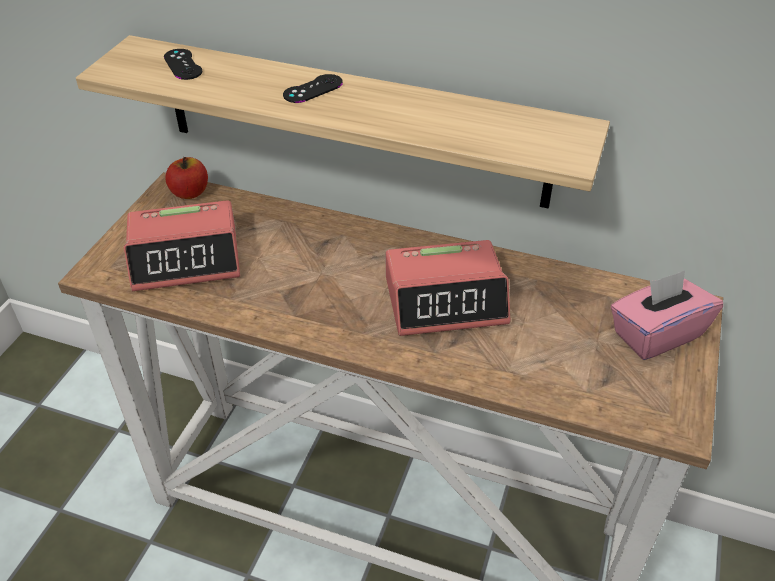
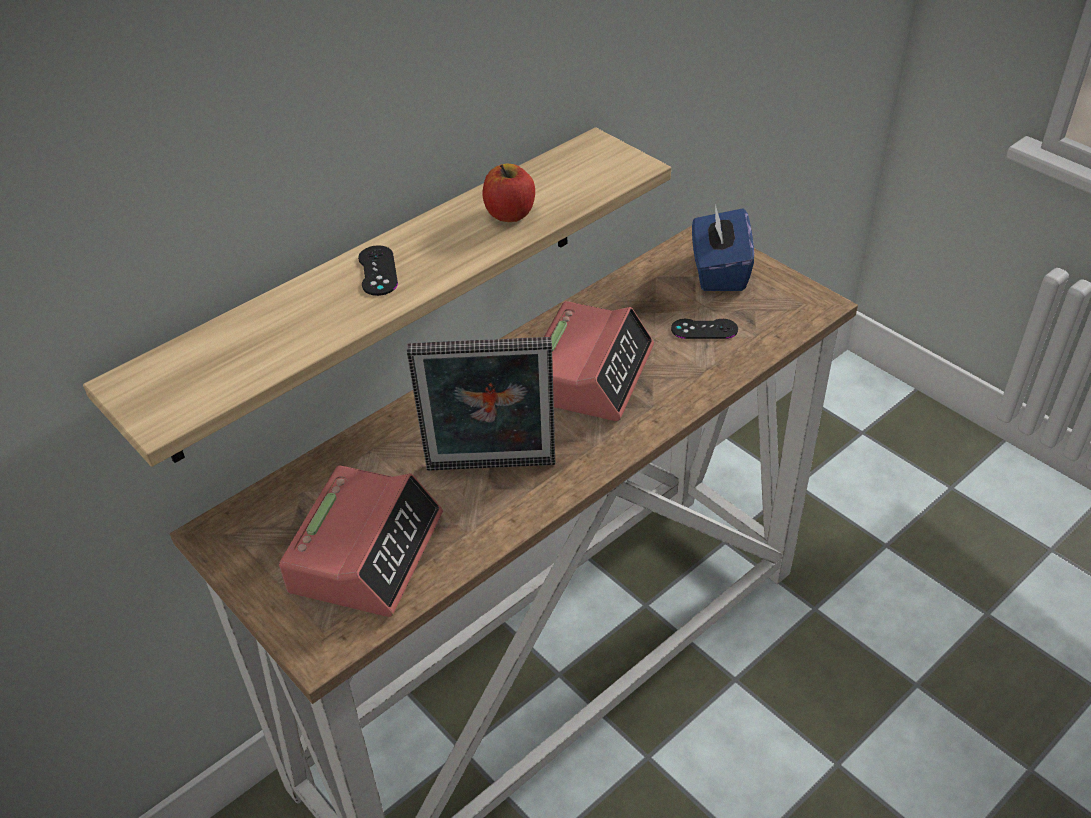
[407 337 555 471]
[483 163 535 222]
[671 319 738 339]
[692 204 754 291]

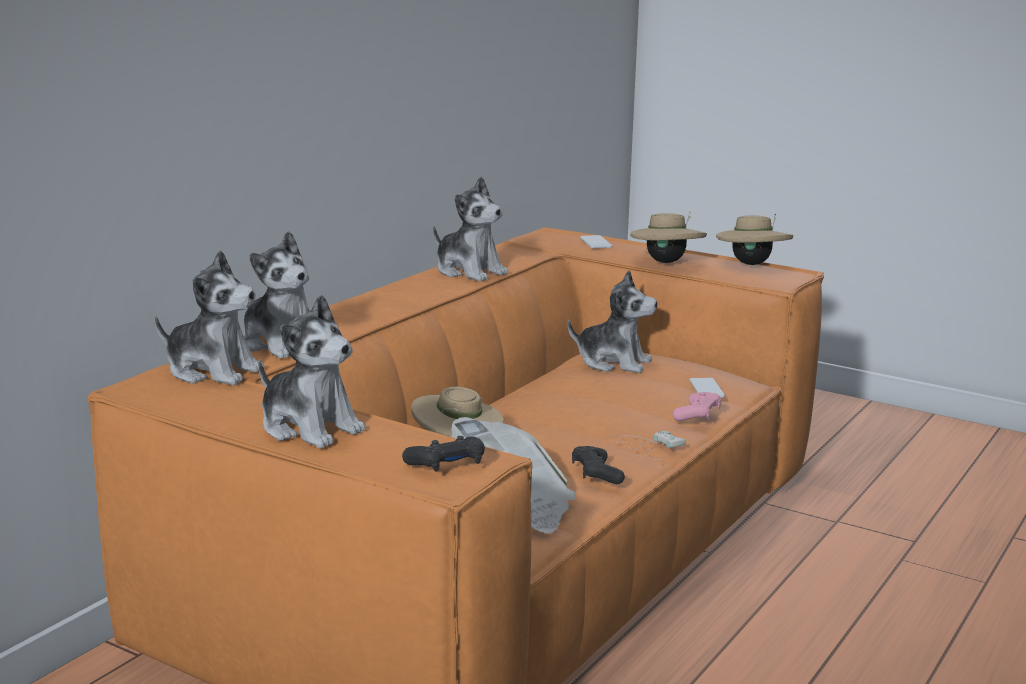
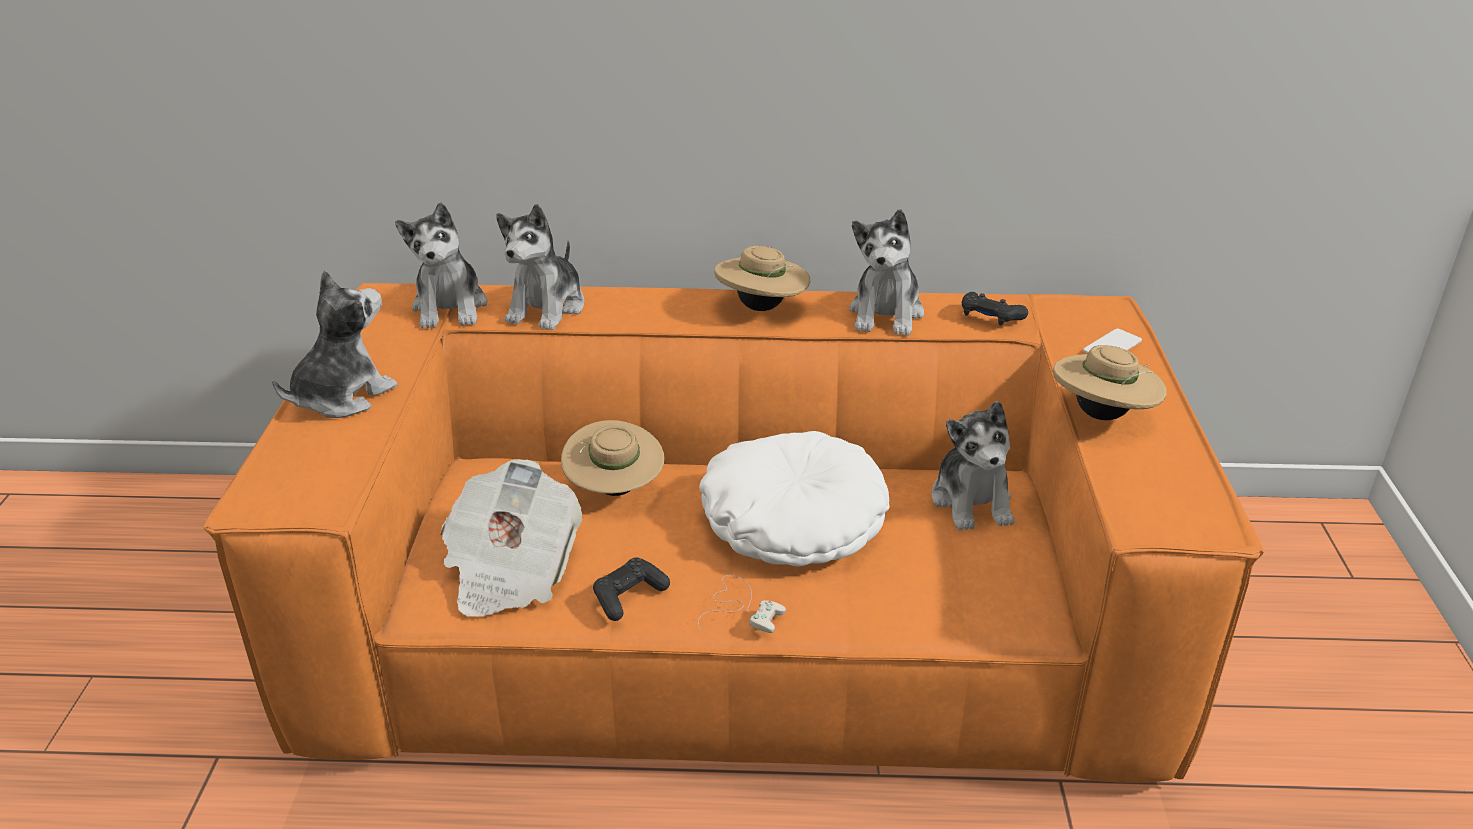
[272 270 397 418]
[699 431 890 566]
[714 246 810 311]
[962 292 1028 326]
[672 392 721 421] (first image)
[690 378 725 397] (first image)

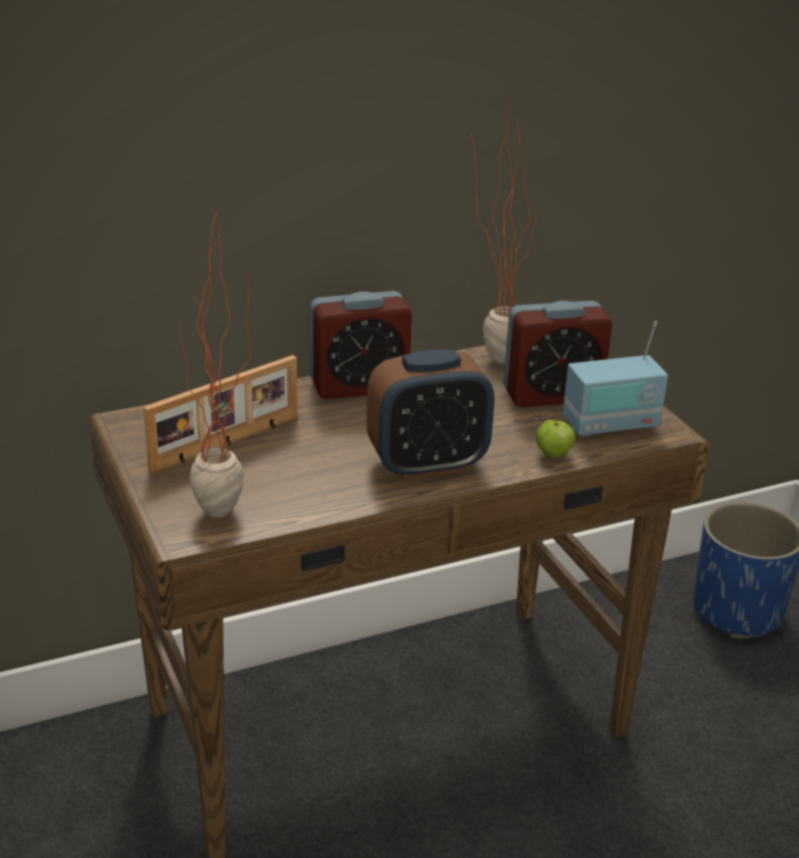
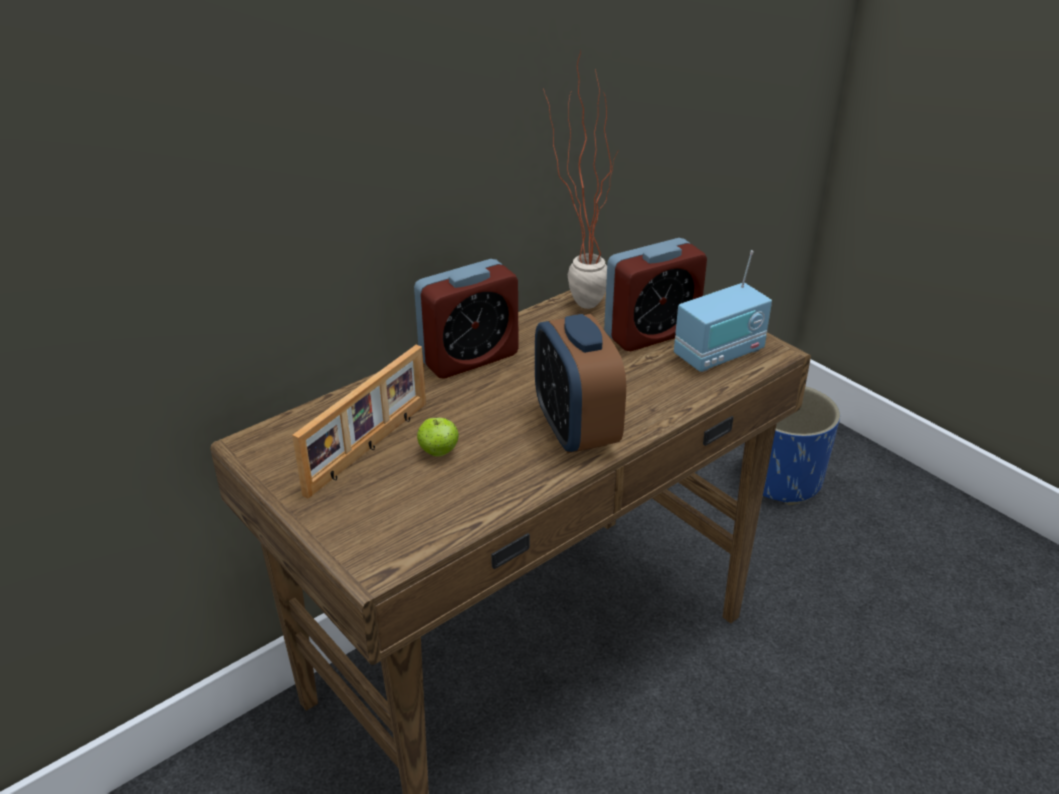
[417 417 459 456]
[535 314 626 453]
[180 208 251 517] (first image)

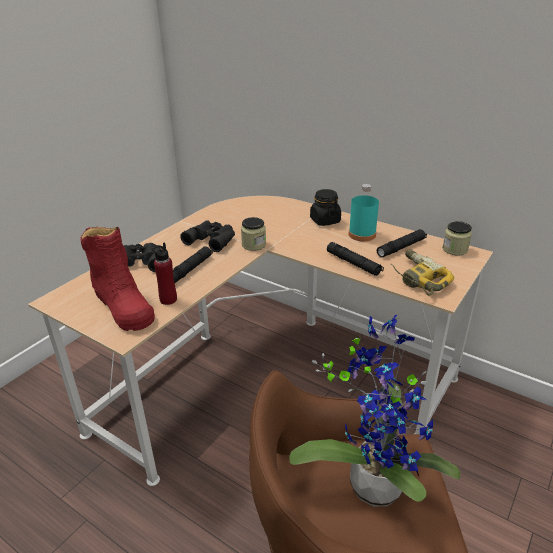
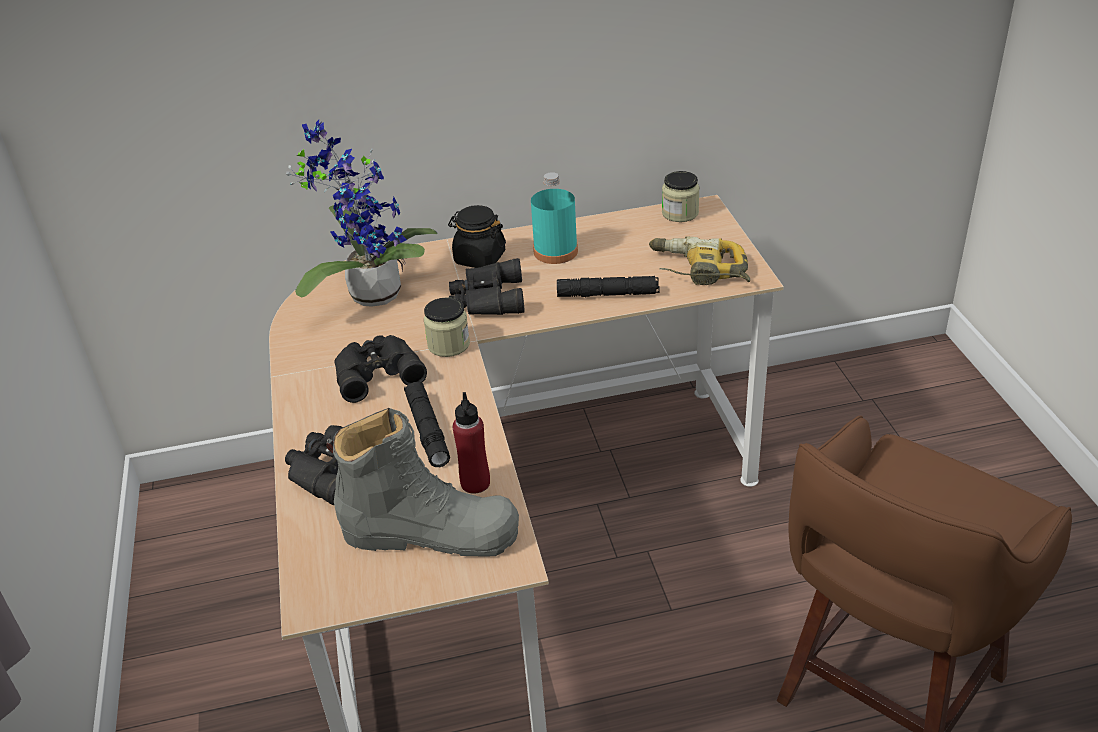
[286 120 438 307]
[326 408 519 557]
[449 258 525 315]
[377 229 427 258] (first image)

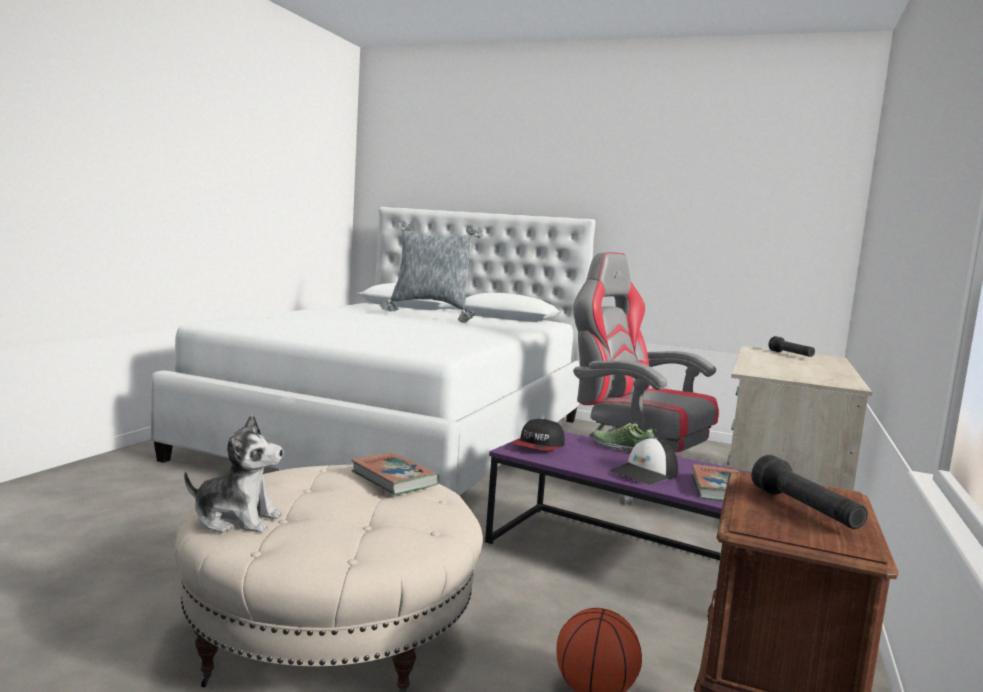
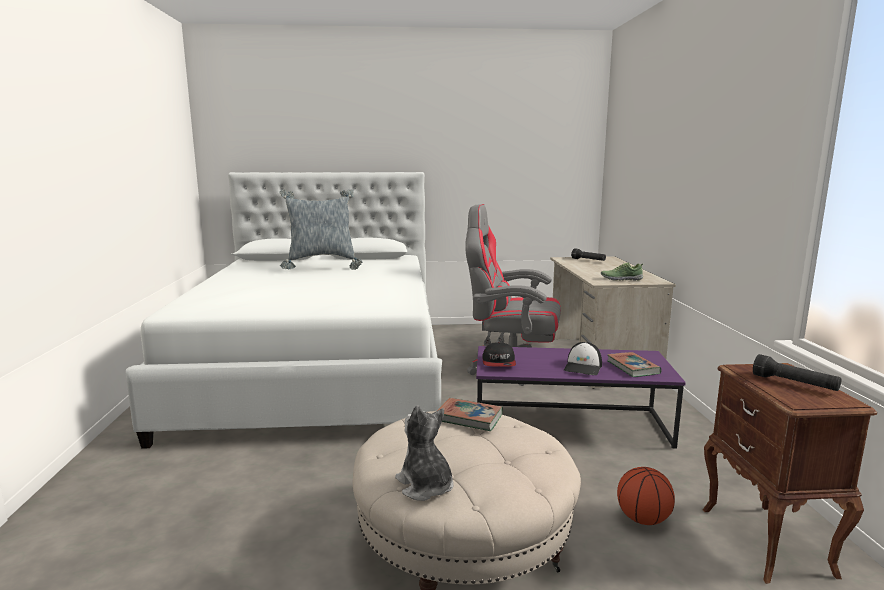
[395 405 454 501]
[601 262 643 281]

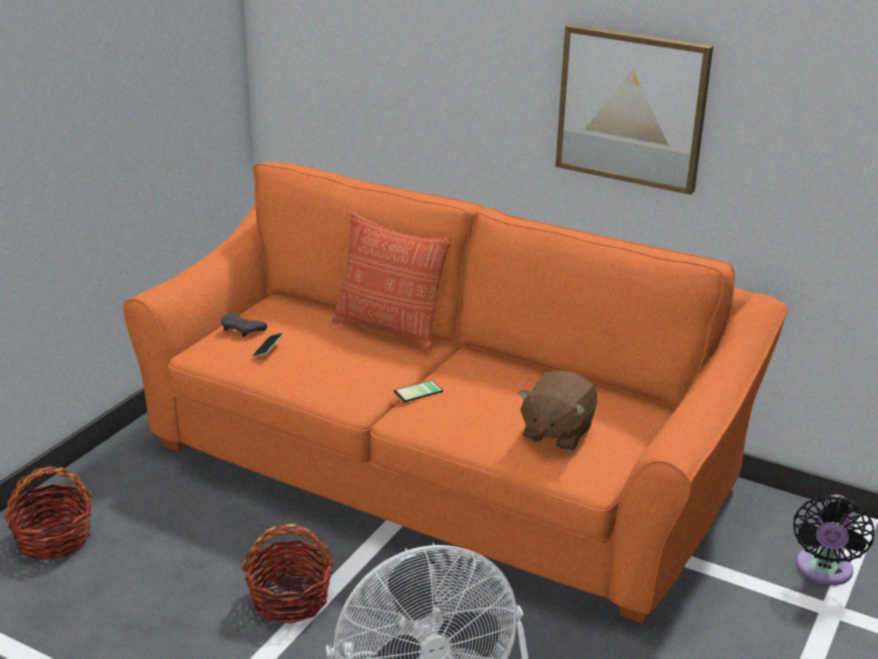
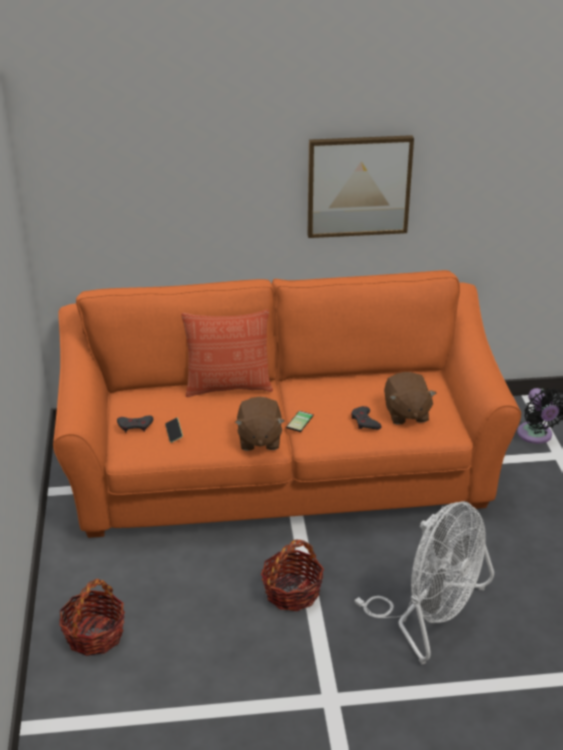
[235 397 284 451]
[351 406 382 430]

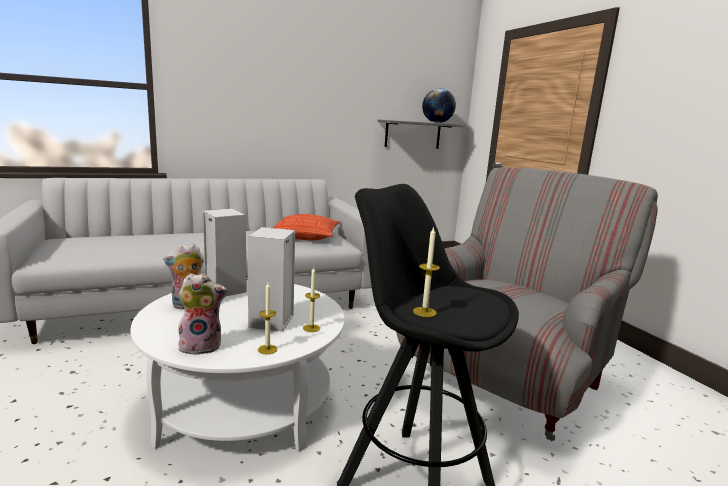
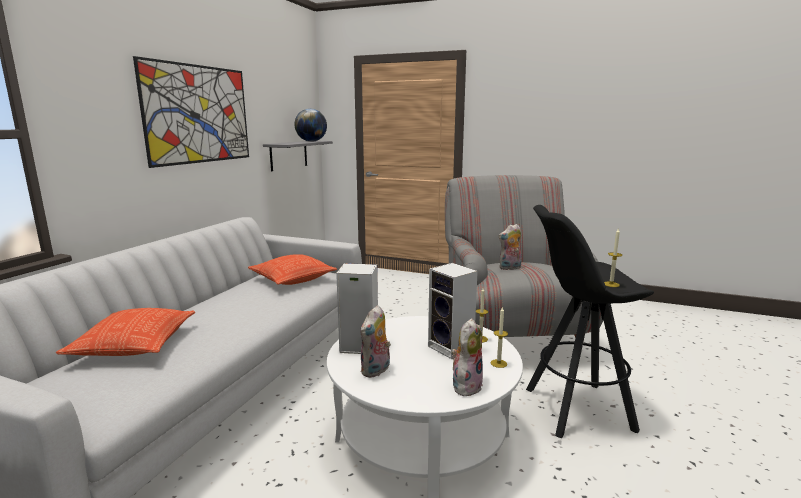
[56 308 195 356]
[133 56 249 168]
[498 224 522 270]

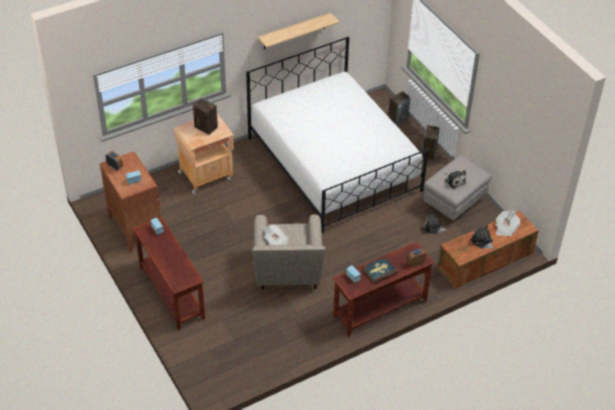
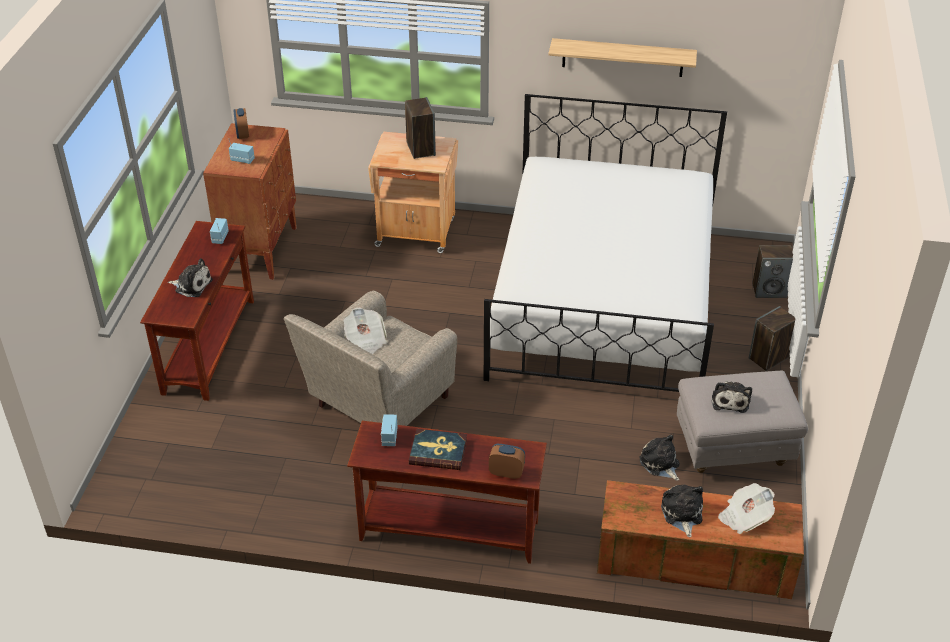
[168 258 213 297]

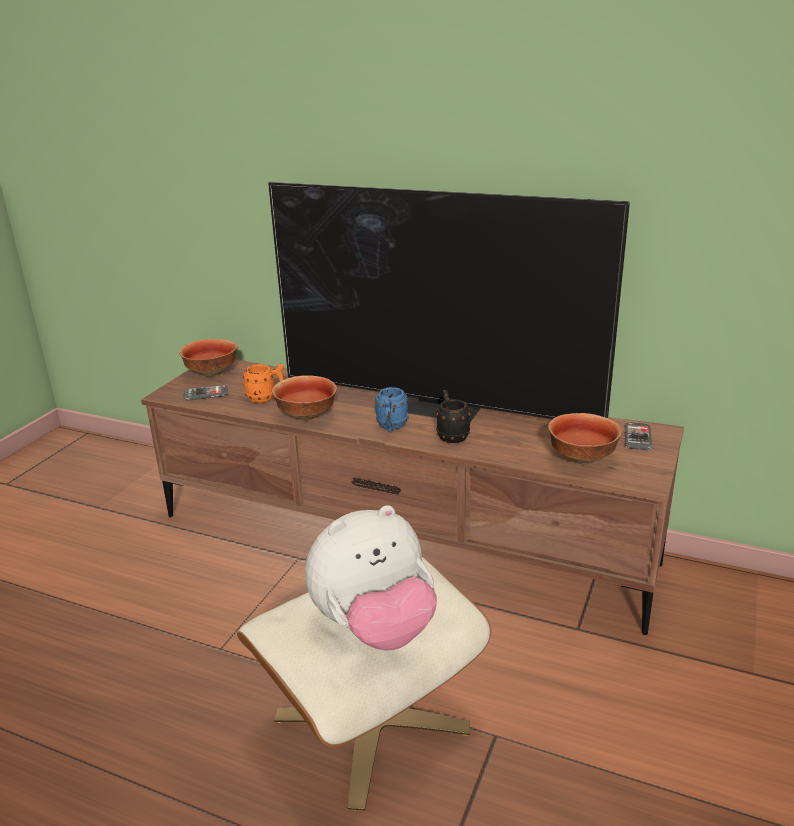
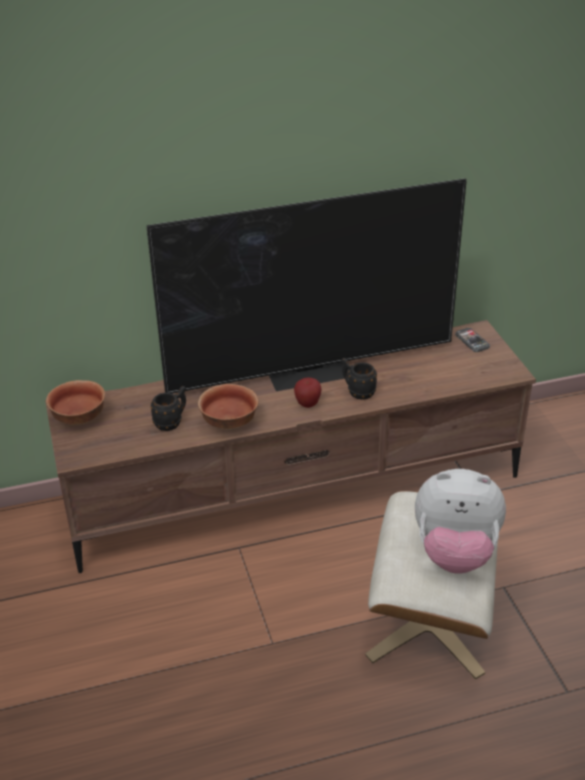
[151 386 186 431]
[294 378 321 408]
[415 469 506 574]
[184 385 228 400] (first image)
[548 413 622 464] (first image)

